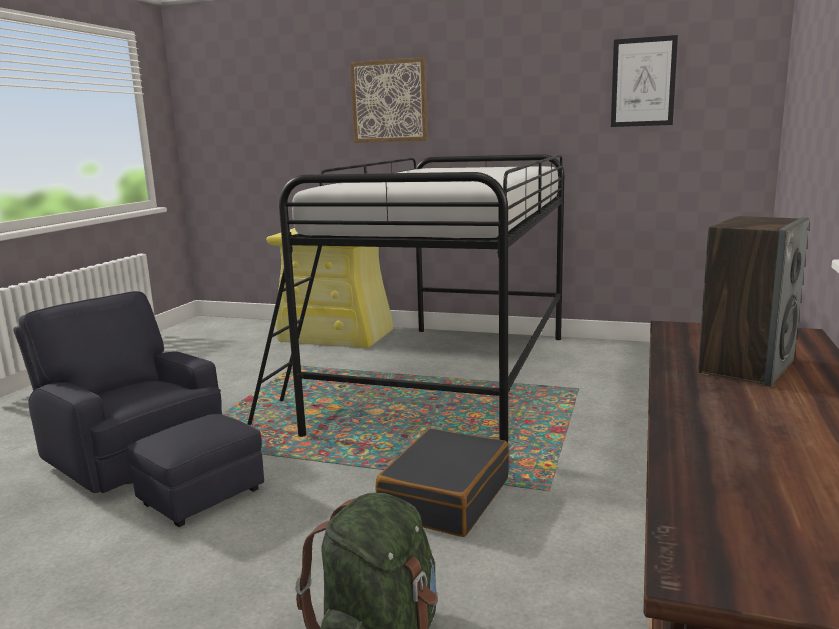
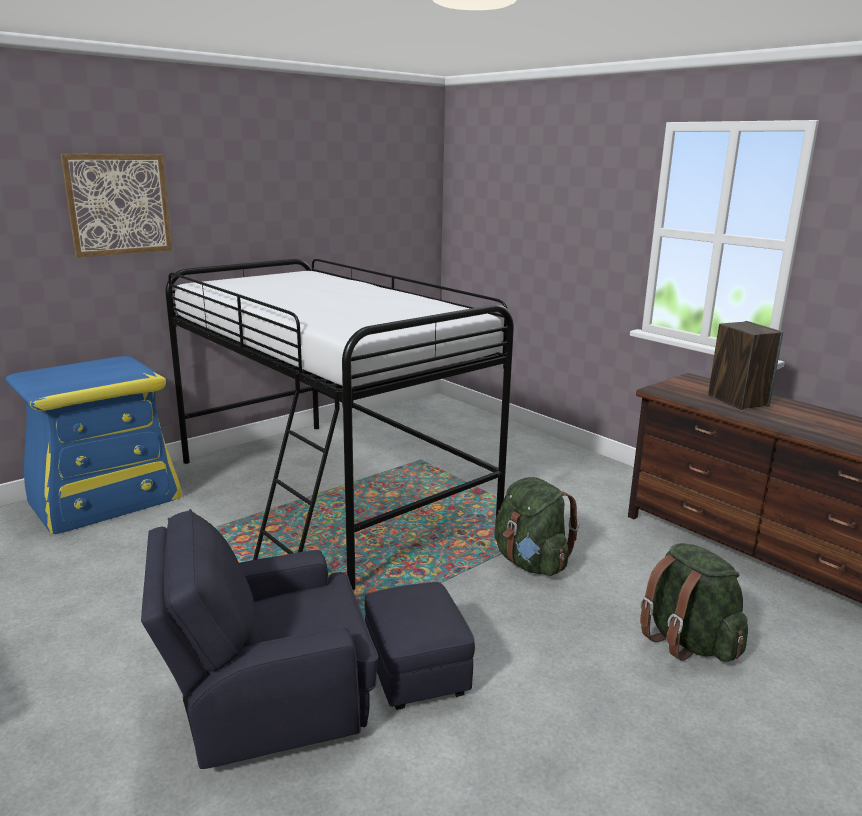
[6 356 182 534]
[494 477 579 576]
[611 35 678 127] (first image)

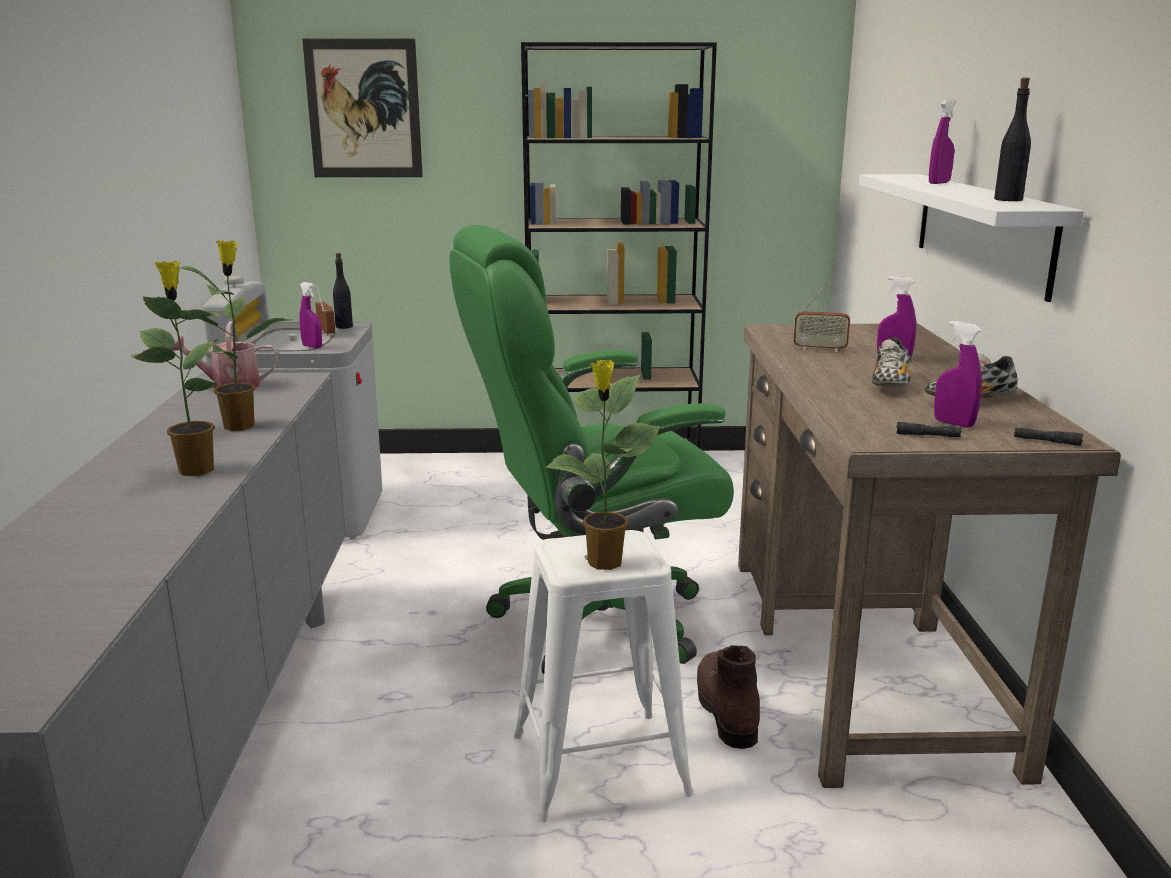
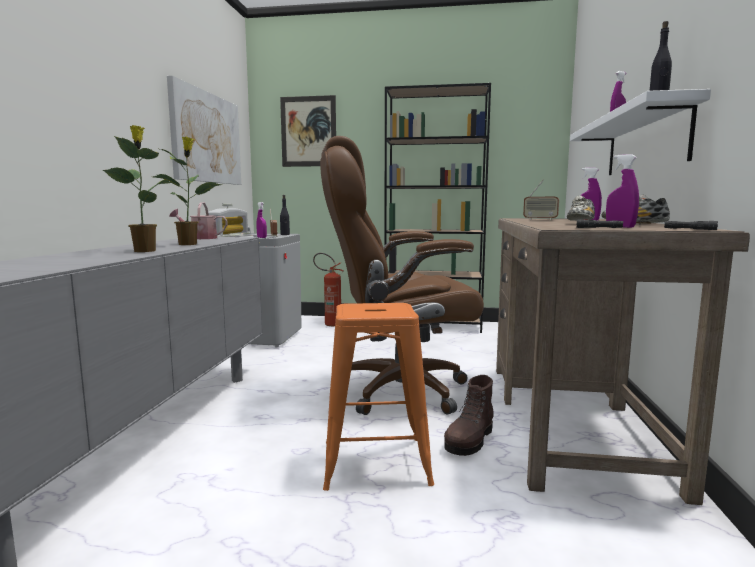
[167 76 241 185]
[313 253 343 326]
[320 136 484 415]
[323 303 434 491]
[444 375 493 456]
[545 360 660 570] (first image)

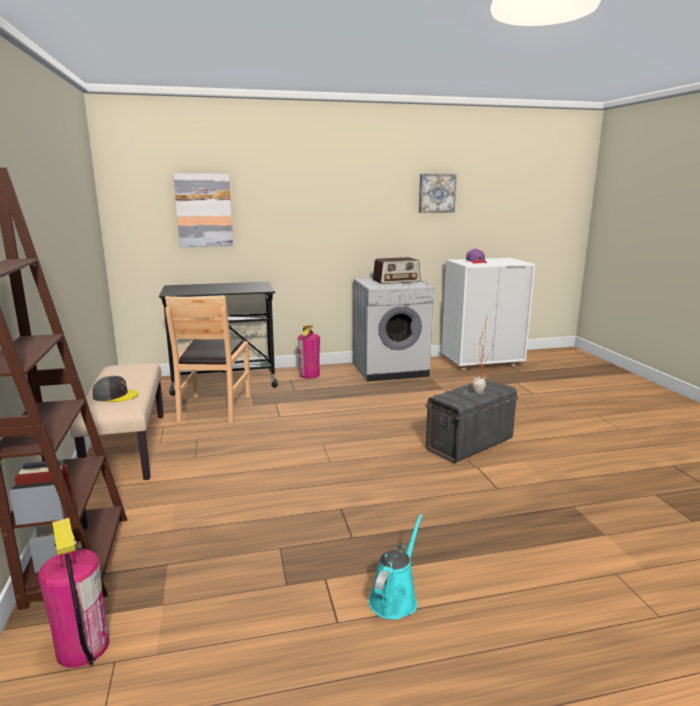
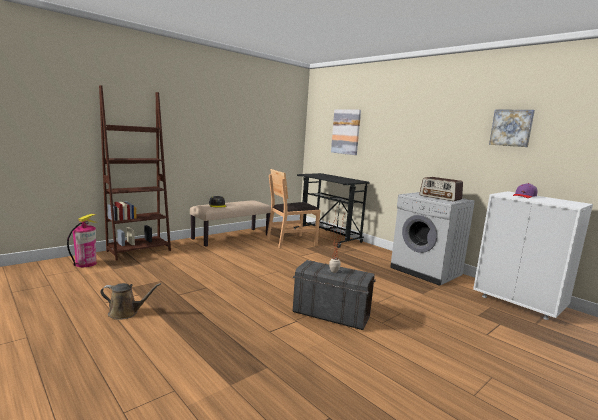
[100 283 161 320]
[298 325 320 379] (first image)

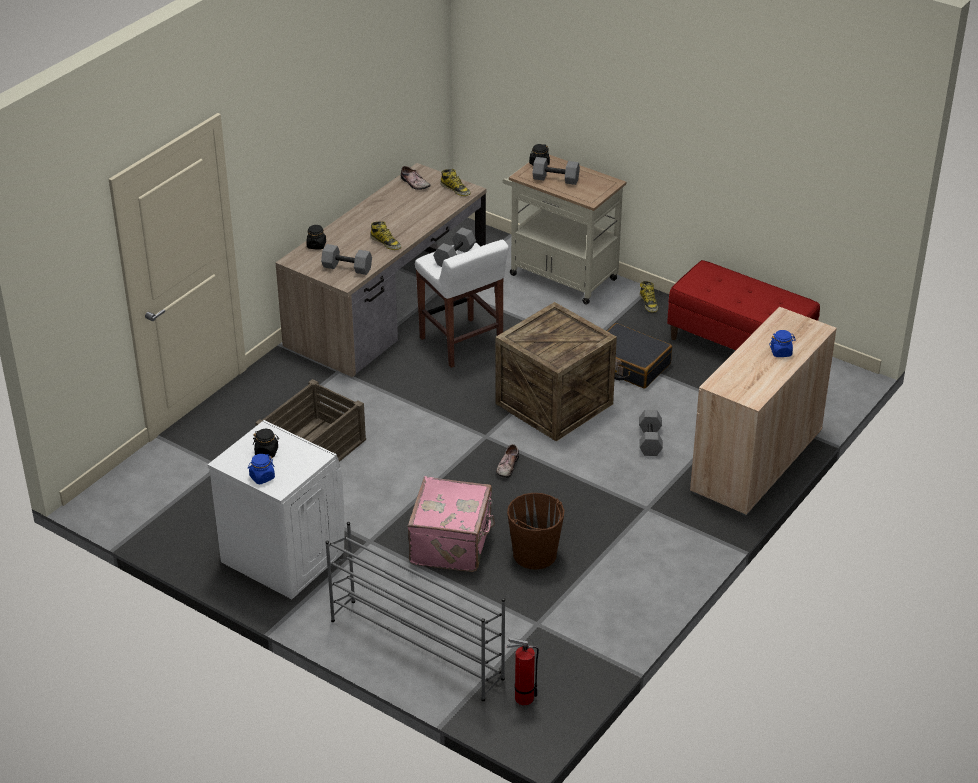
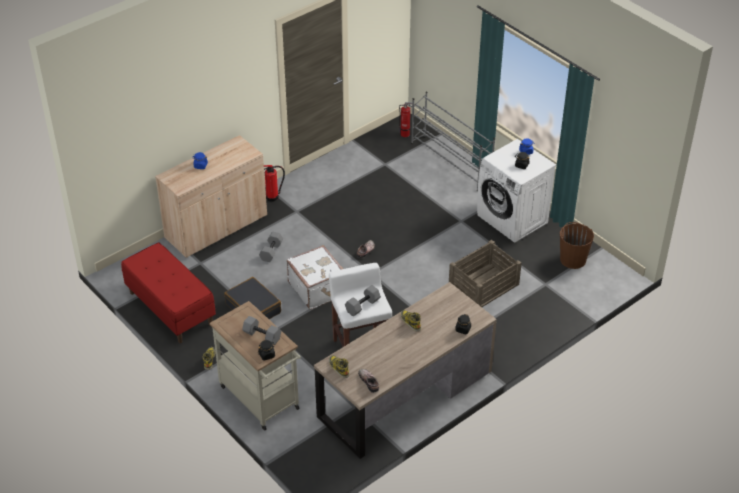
[264 165 285 202]
[287 245 343 309]
[560 222 594 269]
[321 244 372 275] (first image)
[408 476 495 572] (first image)

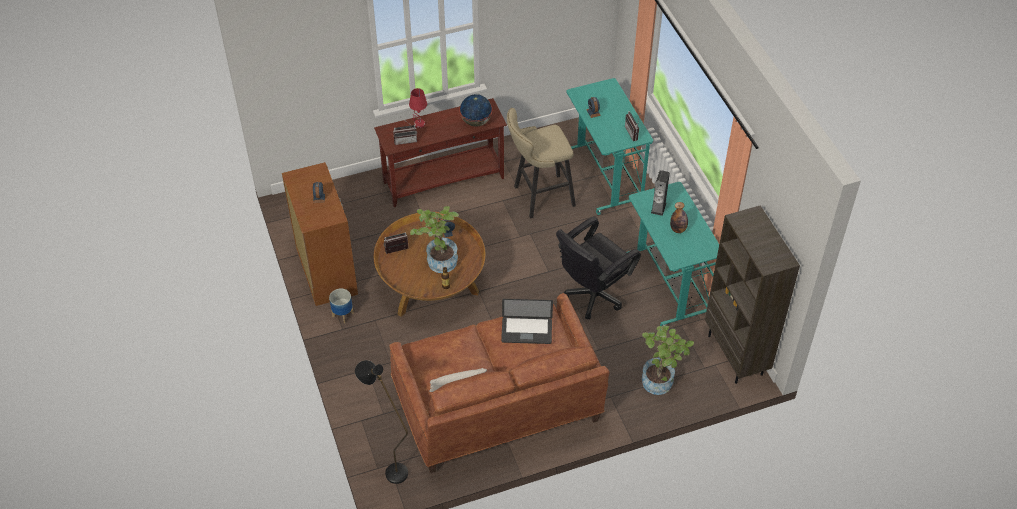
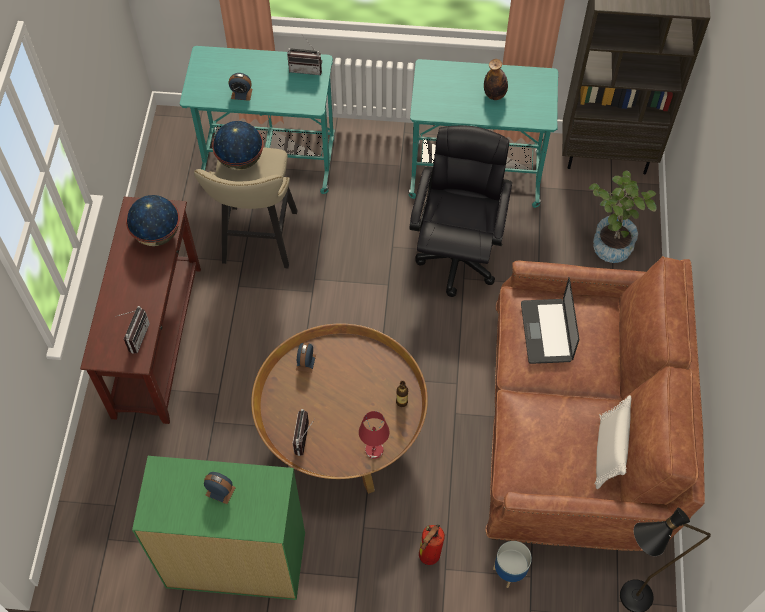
[132 456 305 600]
[212 121 264 170]
[359 411 389 459]
[410 125 512 297]
[419 524 445 565]
[493 541 532 588]
[521 277 579 364]
[410 206 459 273] (first image)
[651 170 670 216] (first image)

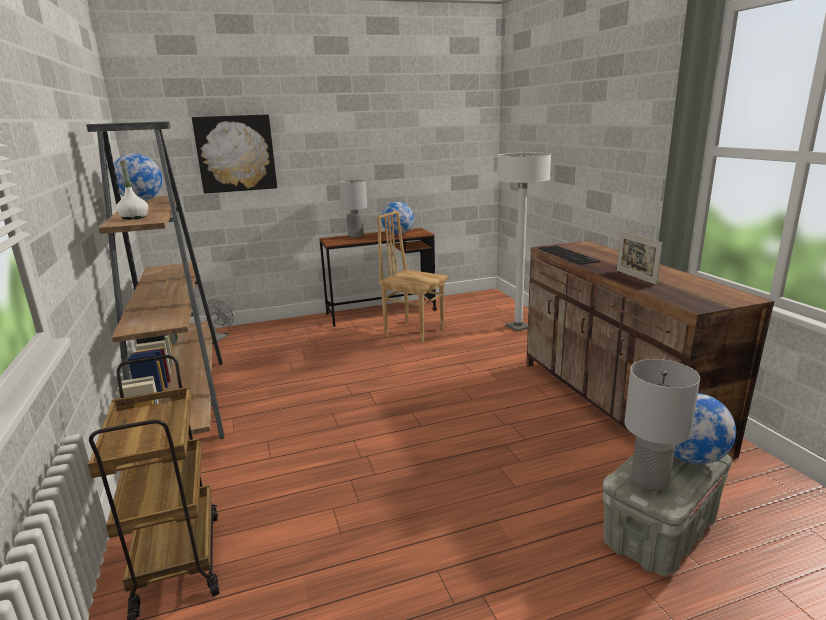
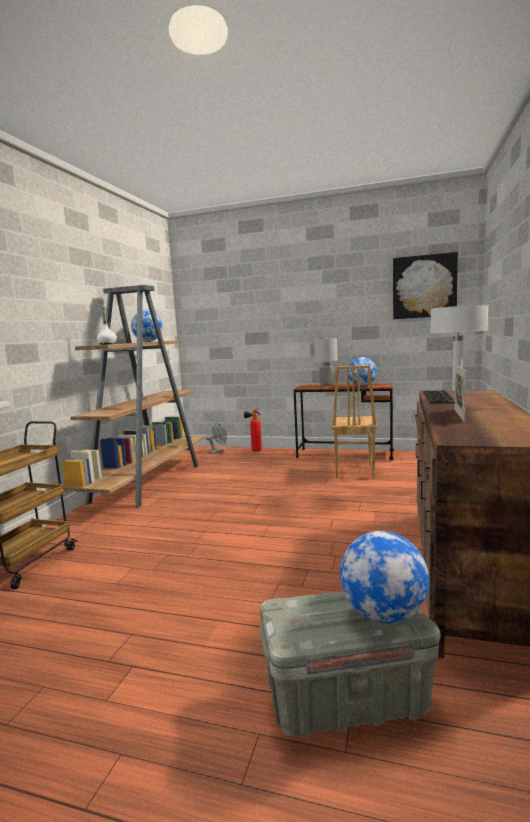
[244 409 262 452]
[332 365 377 478]
[393 252 458 319]
[624 359 700 491] (first image)

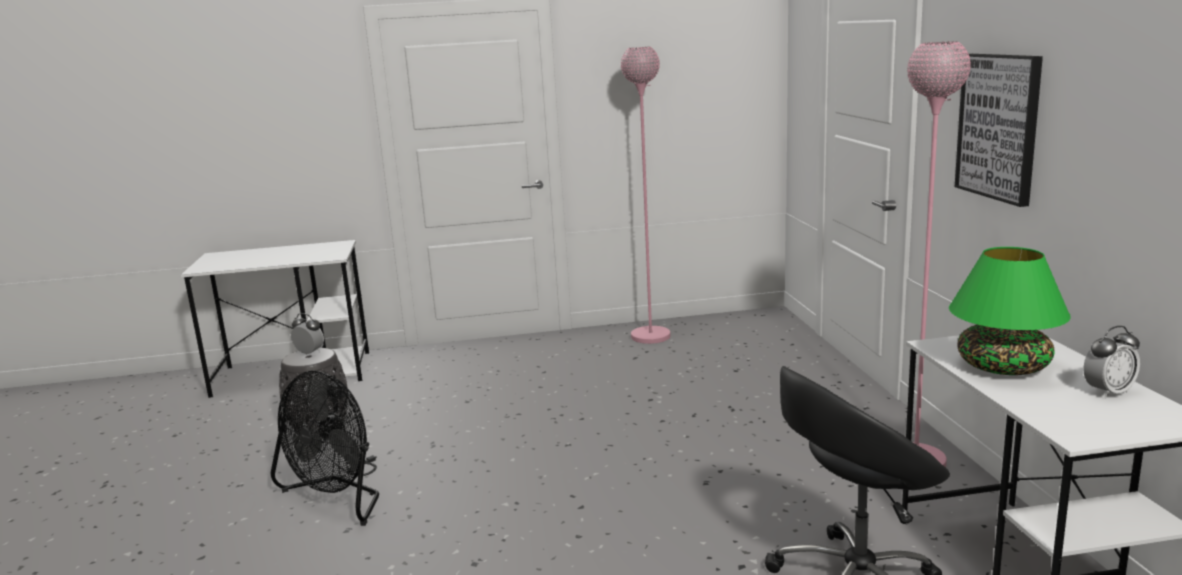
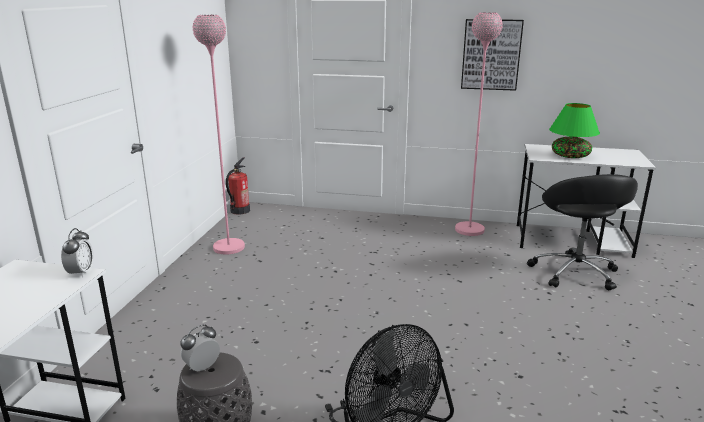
[61 228 94 278]
[226 157 250 215]

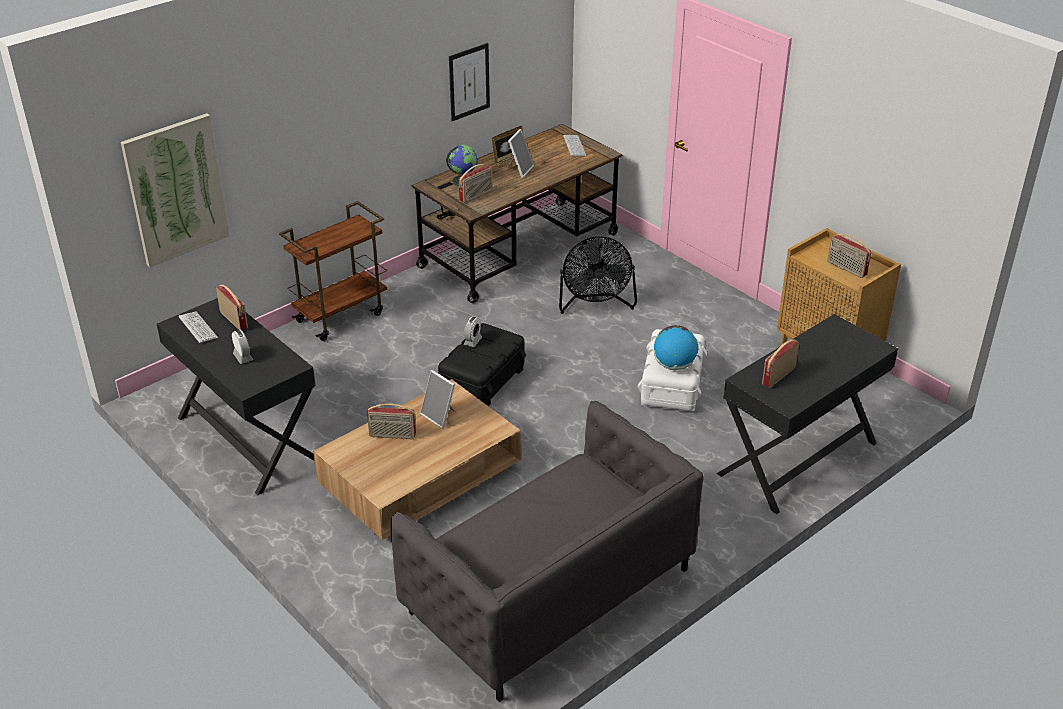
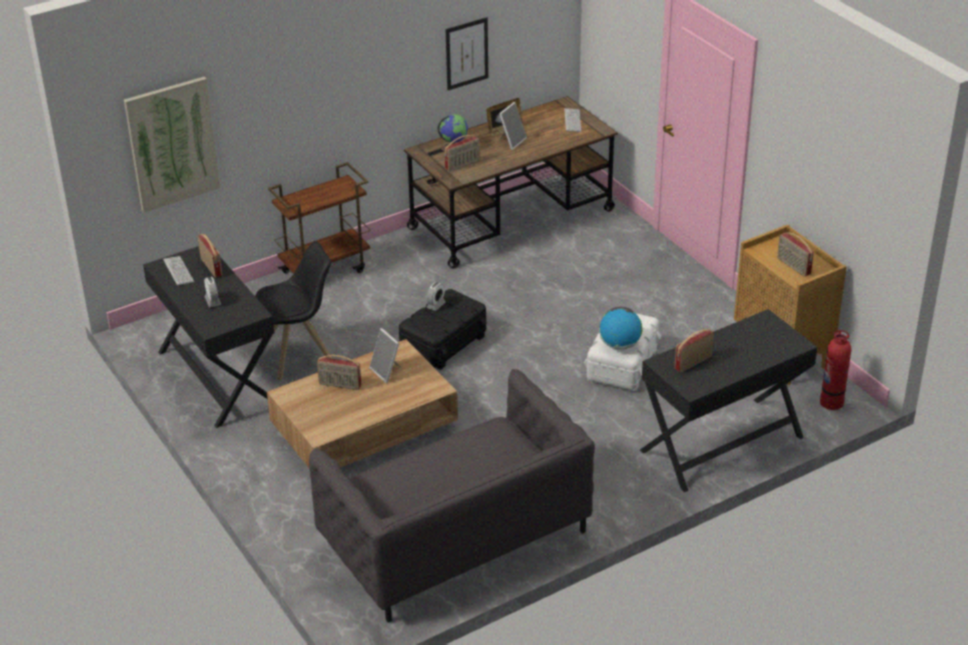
[255 241 333 380]
[820 330 851 410]
[559 237 637 314] (first image)

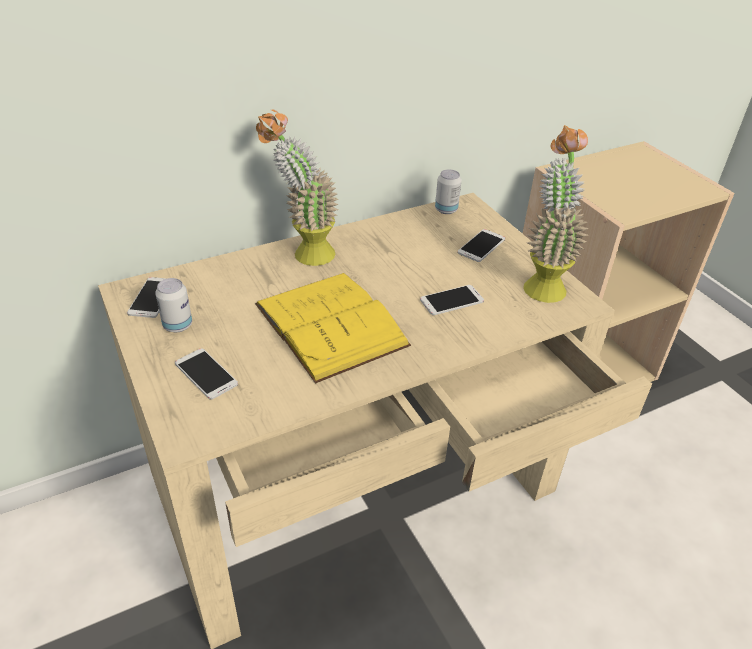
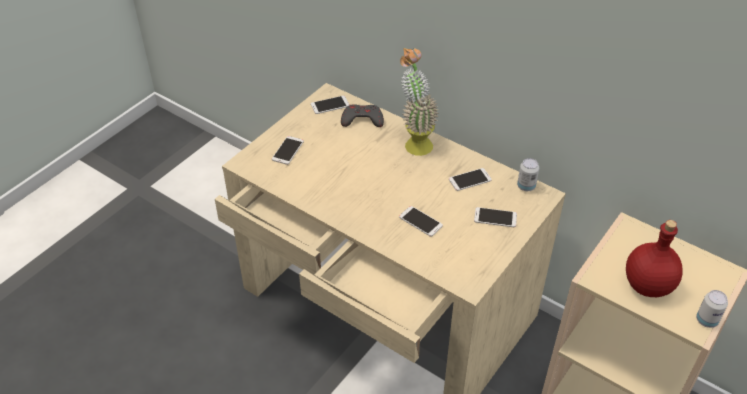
[341 104 384 127]
[449 168 492 191]
[626 220 683 297]
[696 290 728 328]
[255 273 411 384] (first image)
[523 125 589 303] (first image)

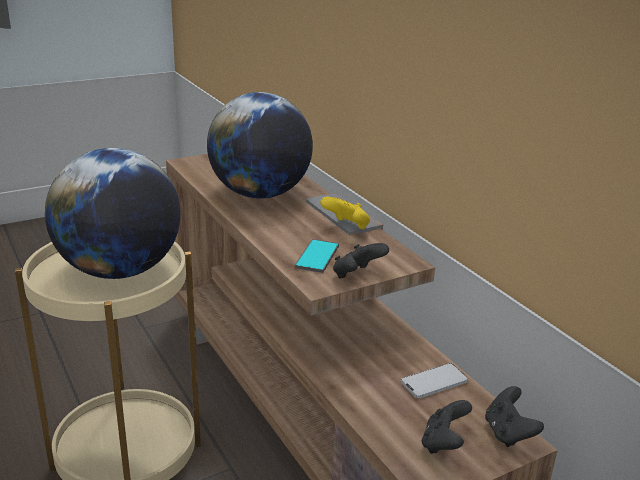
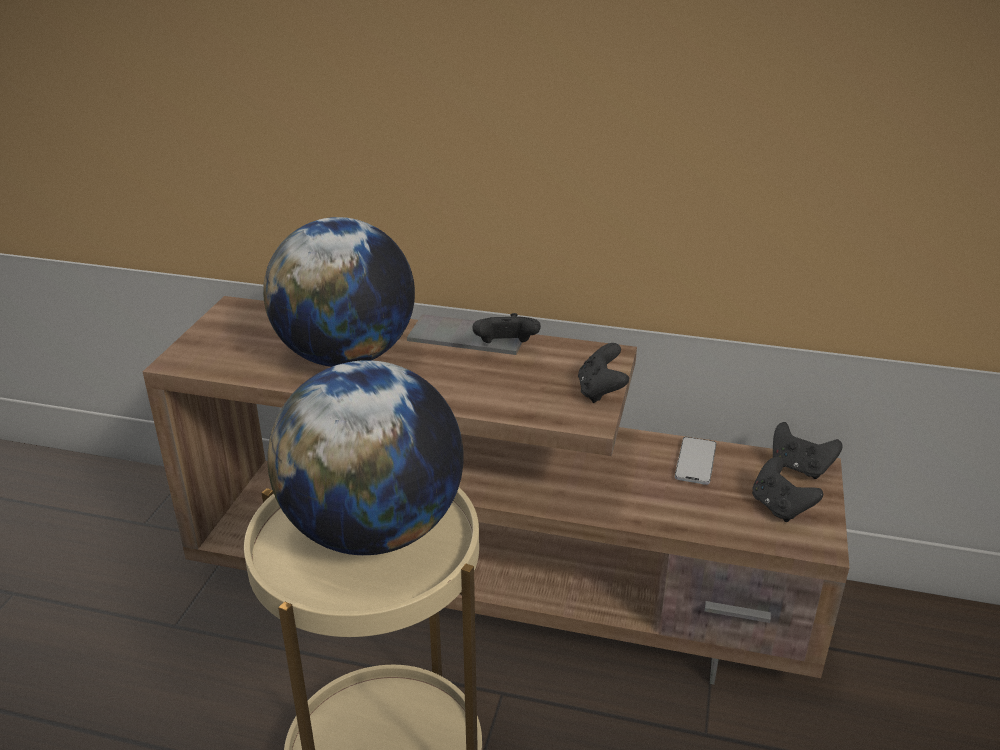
[473 313 541 343]
[295 239 339 273] (first image)

